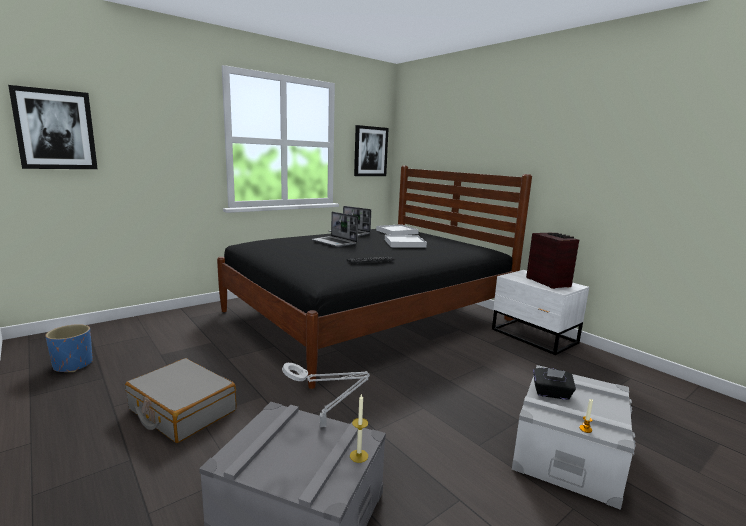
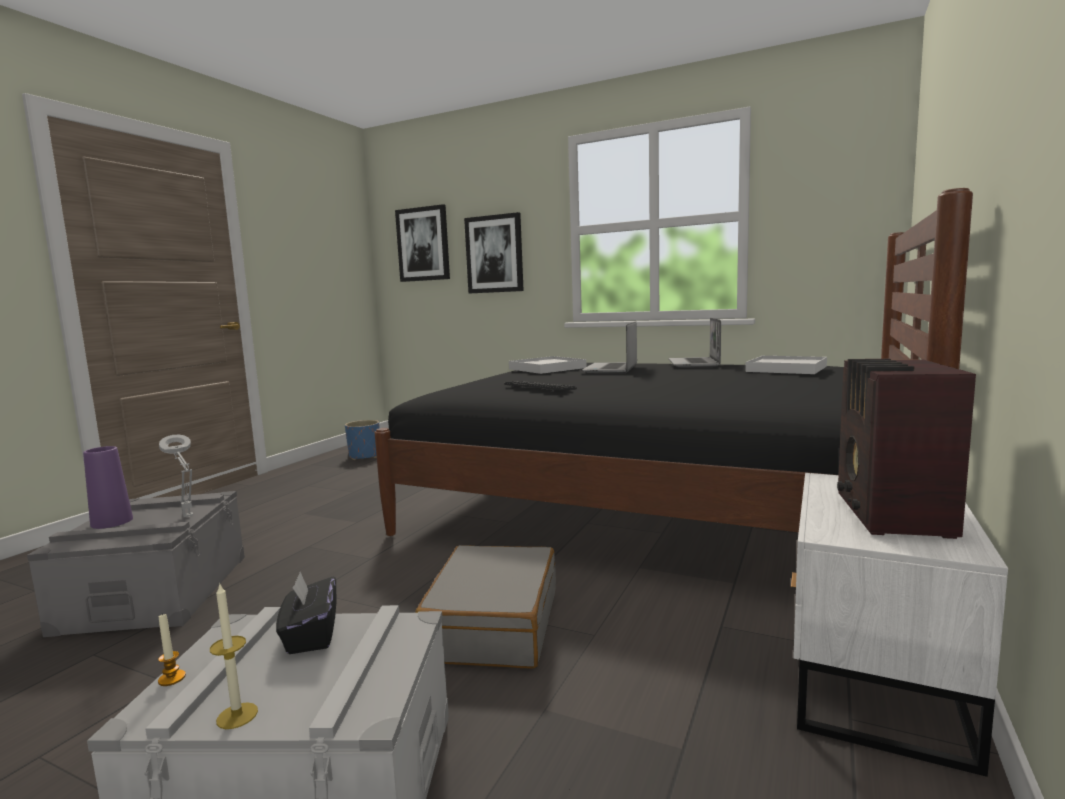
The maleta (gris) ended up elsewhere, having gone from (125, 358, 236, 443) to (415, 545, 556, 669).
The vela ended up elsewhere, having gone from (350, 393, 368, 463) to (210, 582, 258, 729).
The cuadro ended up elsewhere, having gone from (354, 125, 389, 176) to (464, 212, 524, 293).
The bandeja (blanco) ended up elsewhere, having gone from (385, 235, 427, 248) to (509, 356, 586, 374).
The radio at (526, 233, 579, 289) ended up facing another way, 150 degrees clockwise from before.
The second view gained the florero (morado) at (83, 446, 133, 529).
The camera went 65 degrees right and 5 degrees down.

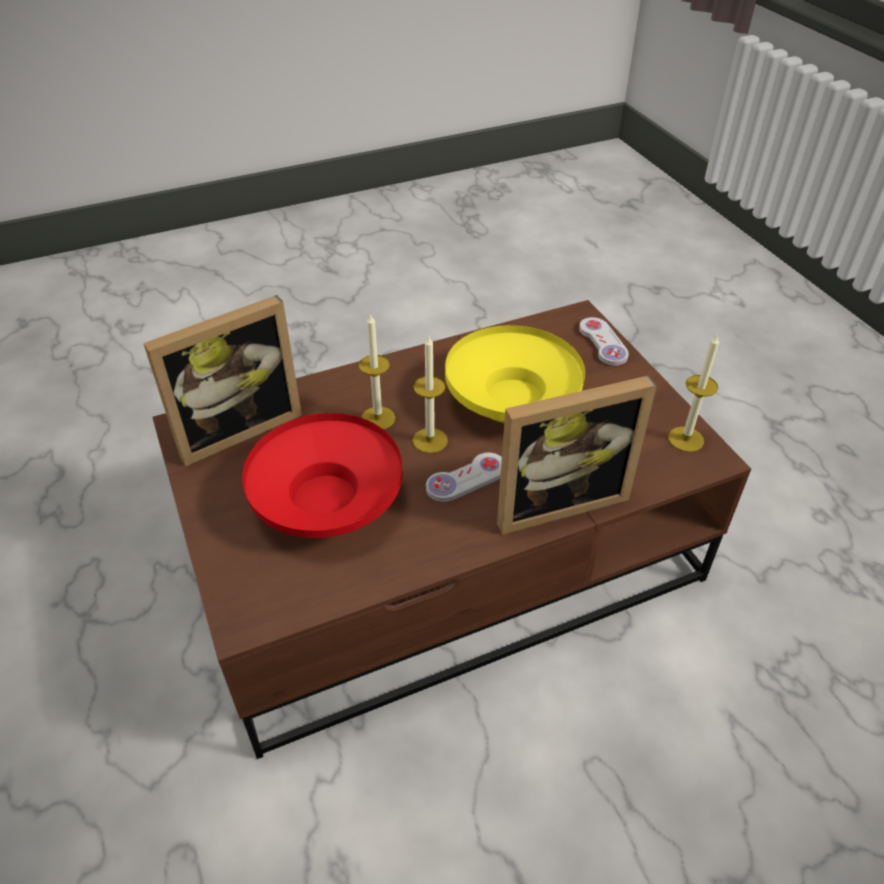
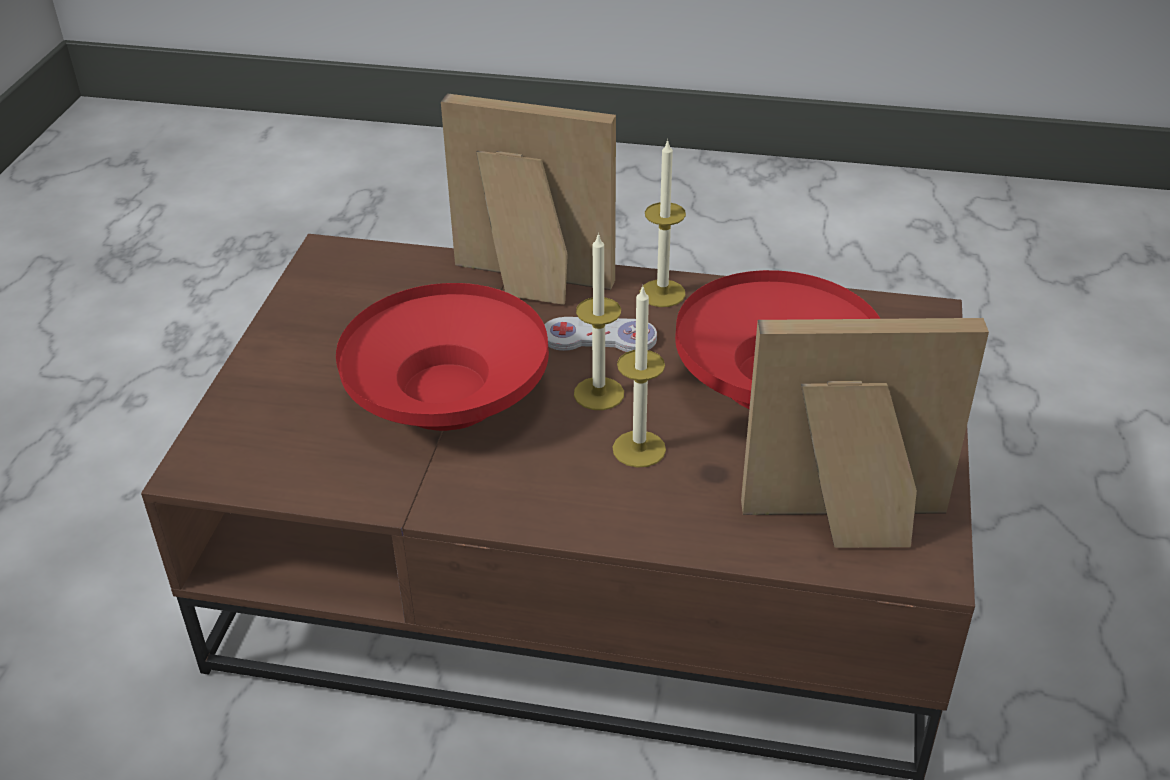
What was the cuenco (amarillo) at (445, 325, 585, 423) turned into the cuenco (rojo) at (336, 283, 549, 431).
The second view lost the mando de consola (blanco) at (579, 317, 629, 366).
The vela ended up elsewhere, having gone from (668, 335, 719, 452) to (640, 140, 686, 307).
The camera went 145 degrees left and 5 degrees down.

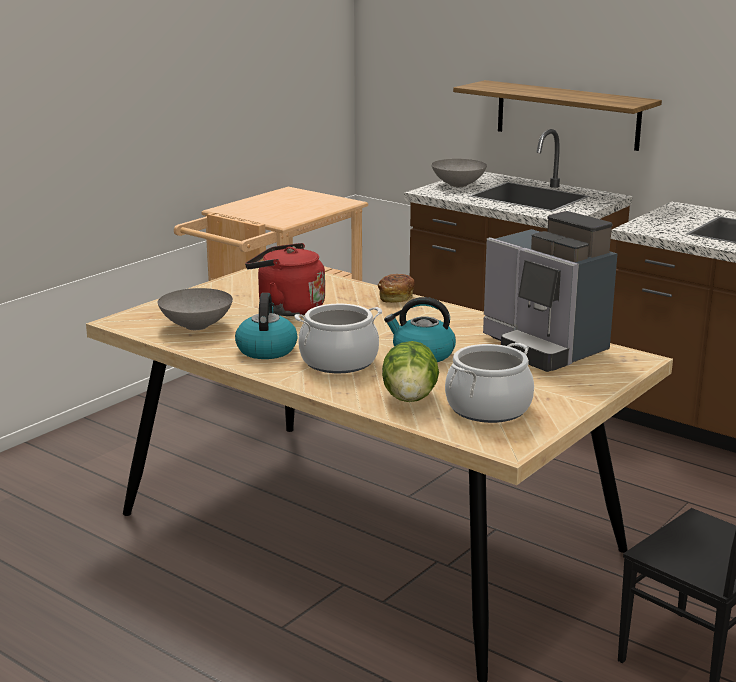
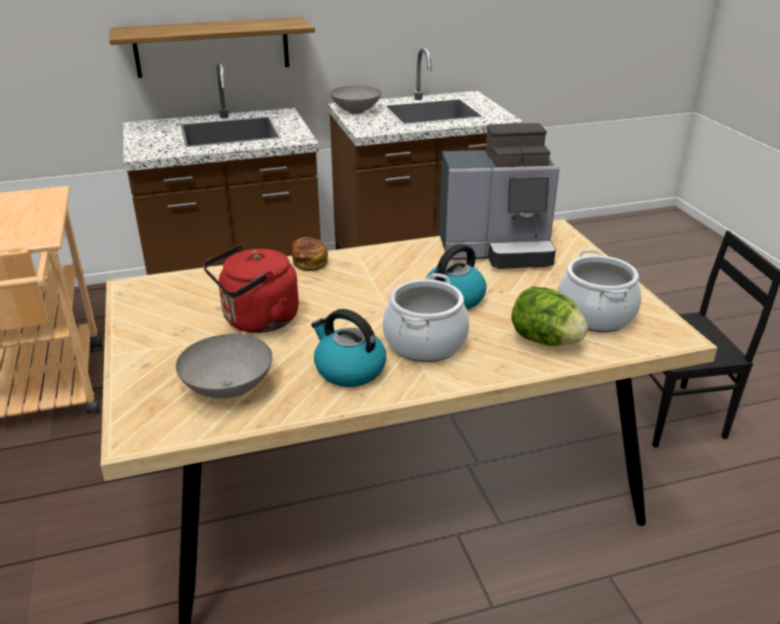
The cuenco (gris) ended up elsewhere, having gone from (431, 159, 487, 187) to (330, 86, 381, 114).
The camera went 55 degrees left and 10 degrees up.

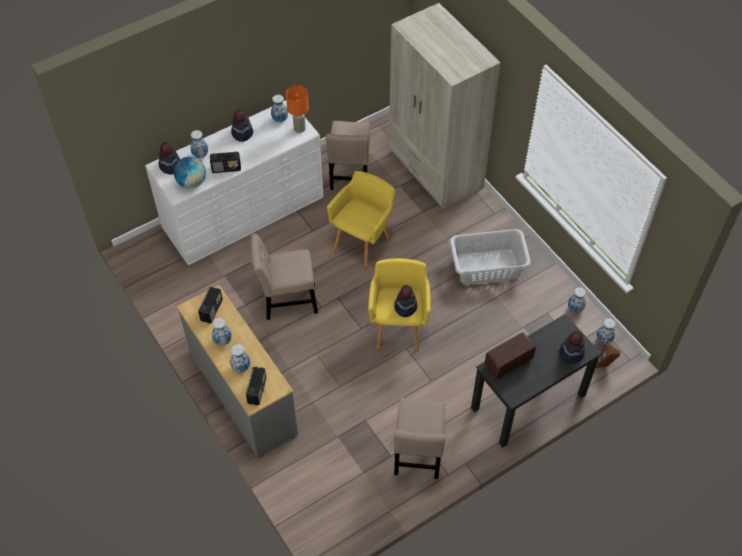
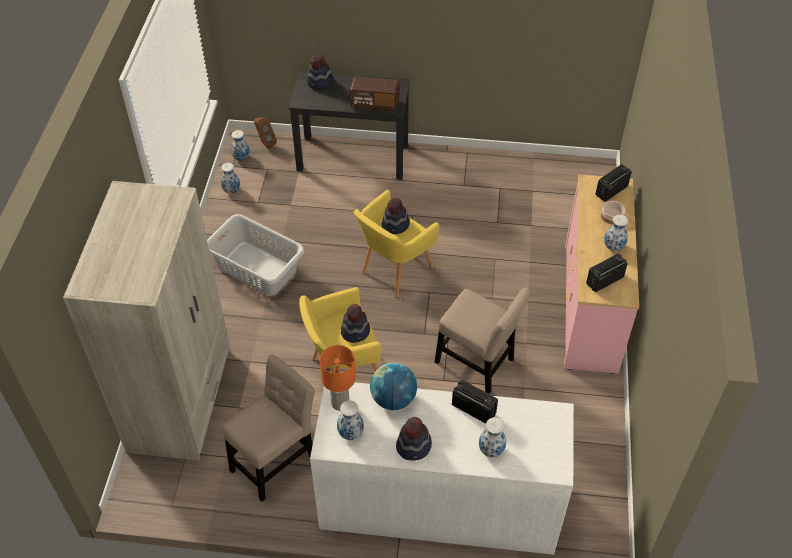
The sombrero ended up elsewhere, having gone from (159, 142, 180, 175) to (341, 304, 370, 343).
The globo terráqueo ended up elsewhere, having gone from (174, 157, 206, 189) to (370, 363, 417, 410).
What was the cómoda (gris) at (177, 285, 298, 458) turned into the cómoda (rosa) at (564, 174, 639, 374).
Where the florero stood at (230, 344, 250, 372), the cuenco came to stand at (601, 201, 625, 224).
The second view lost the silla (beis) at (394, 398, 446, 479).
The camera went 140 degrees left and 5 degrees down.

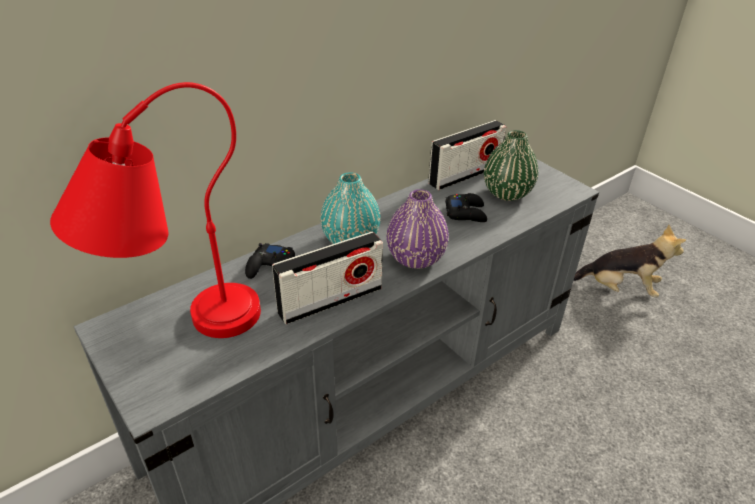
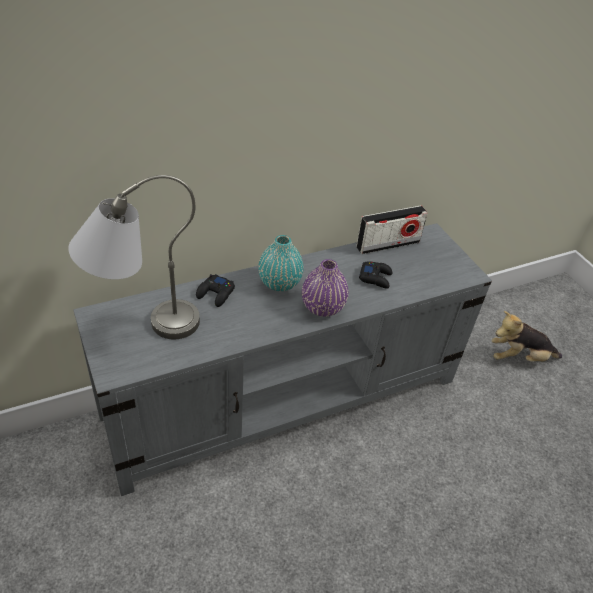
What was the lámpara de mesa (rojo) at (50, 82, 261, 338) turned into the lámpara de mesa (gris) at (68, 175, 200, 339).
The second view lost the radio at (272, 232, 383, 325).
The second view lost the florero (verde) at (484, 130, 538, 201).
The peluche at (574, 225, 686, 298) ended up facing another way, 150 degrees clockwise from before.
The camera went 10 degrees right and 5 degrees up.

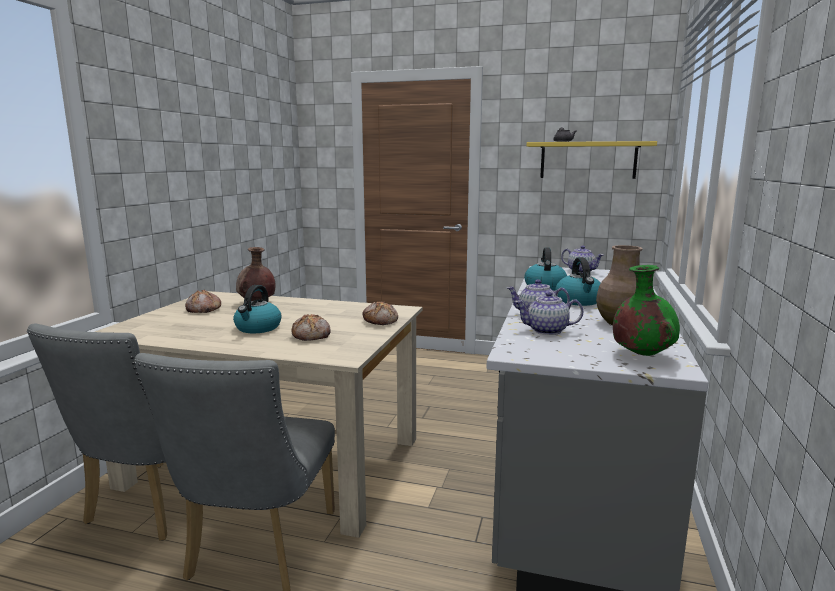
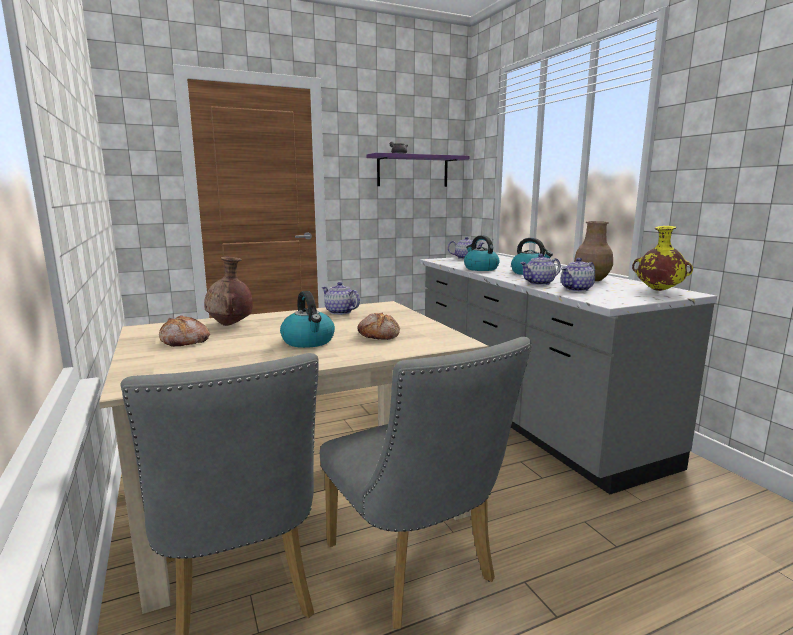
The second view lost the pan at (363, 302, 398, 325).
What was the estante (amarillo) at (527, 141, 657, 179) turned into the estante (morado) at (366, 153, 469, 187).
What was the florero (verde) at (613, 265, 680, 356) turned into the florero (amarillo) at (632, 226, 693, 291).
The second view gained the tetera at (321, 282, 360, 315).
The camera went 40 degrees left and 0 degrees up.

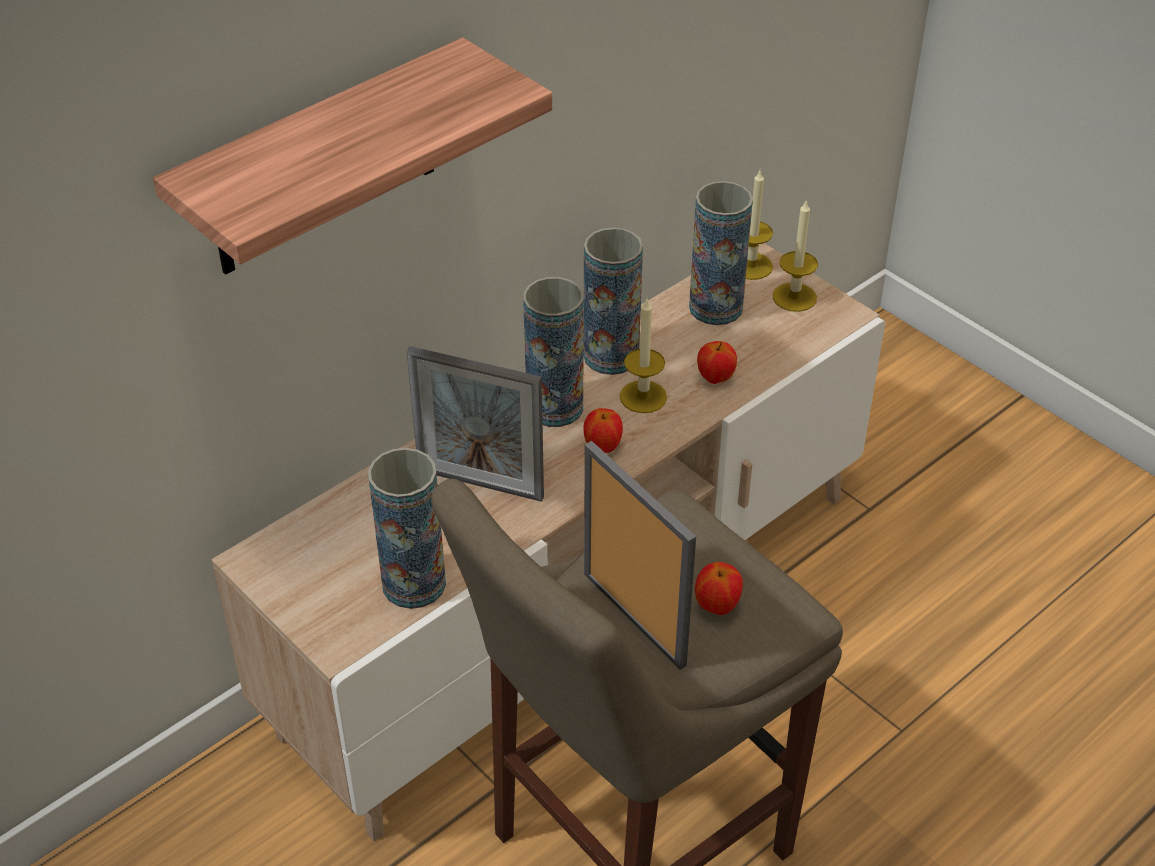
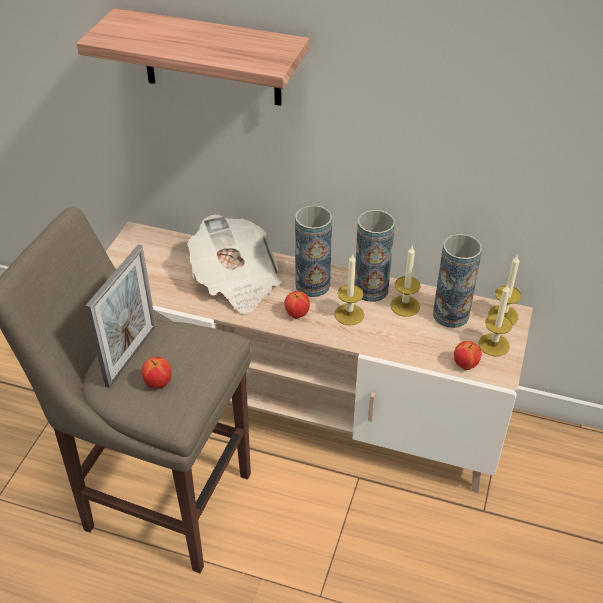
The second view lost the florero at (368, 448, 446, 609).
Where the portarretratos stood at (407, 346, 544, 502), the periódico came to stand at (187, 214, 281, 314).
The manzana ended up elsewhere, having gone from (697, 341, 737, 384) to (454, 341, 482, 370).
The second view gained the vela at (390, 246, 421, 317).
The camera went 60 degrees right and 0 degrees up.

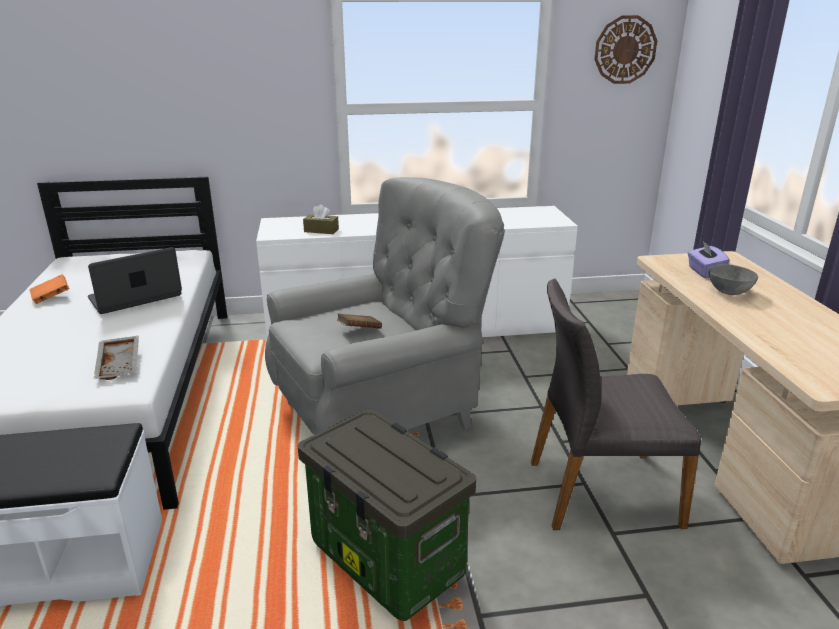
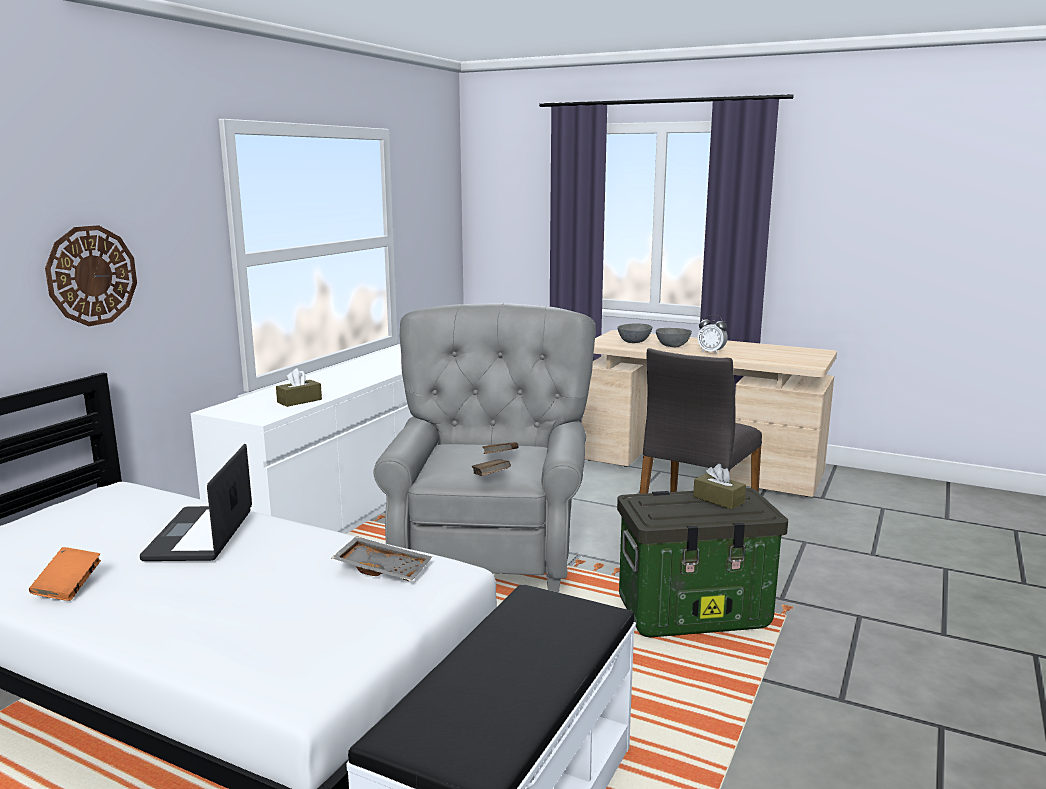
The reloj de pared ended up elsewhere, having gone from (594, 15, 657, 84) to (45, 225, 137, 326).
Where the caja de pañuelos (morado) stood at (688, 241, 730, 278), the cuenco (gris) came to stand at (617, 323, 652, 343).
The second view gained the libro (marrón) at (471, 459, 511, 476).
The second view gained the caja de pañuelos (marrón) at (693, 464, 746, 510).
The second view gained the despertador at (698, 315, 728, 354).
The camera went 55 degrees left and 10 degrees down.

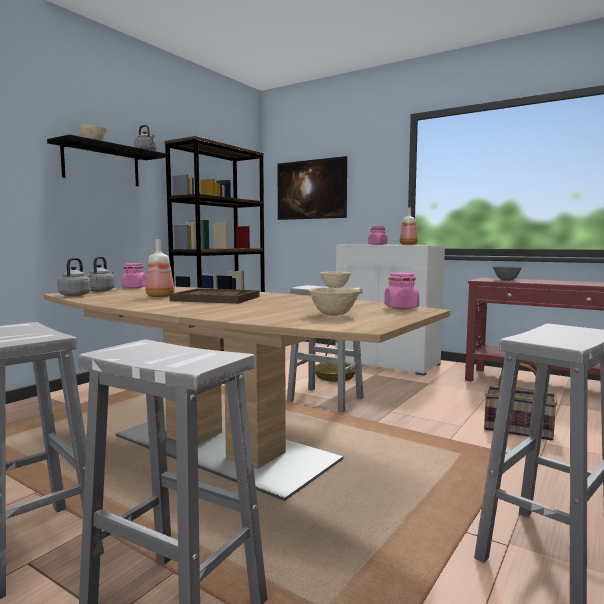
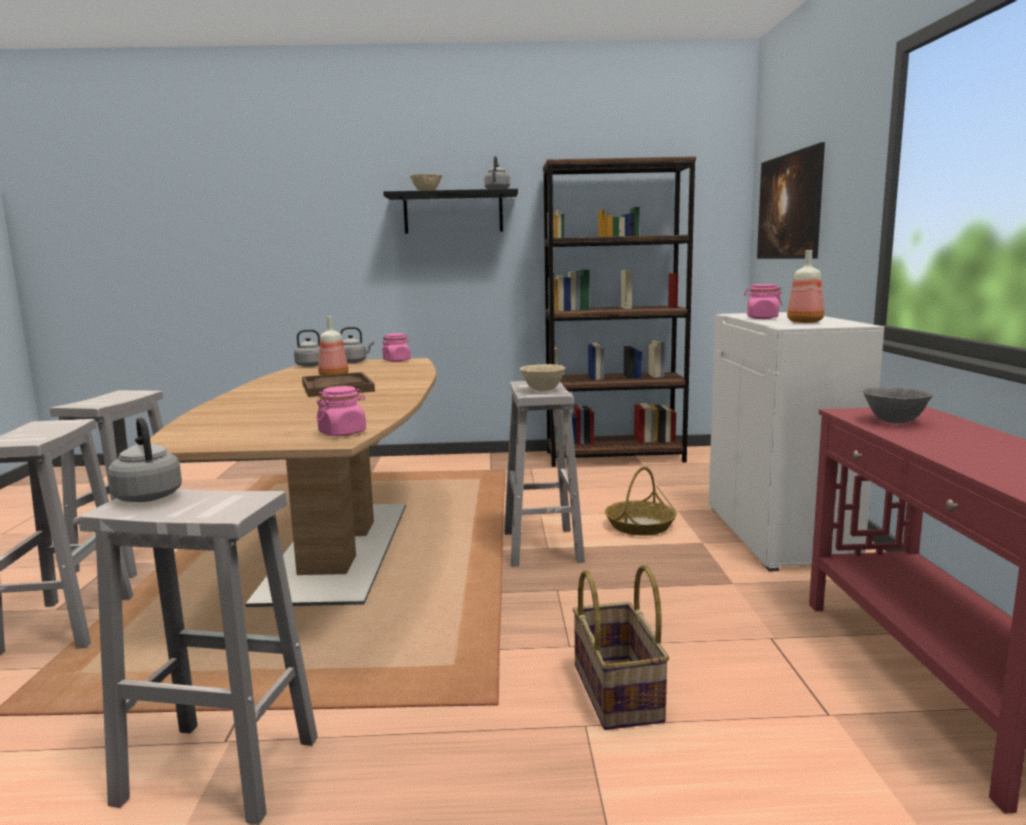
The second view lost the cuenco (beis) at (309, 287, 361, 316).
The second view gained the hervidor (gris) at (107, 417, 182, 502).
The camera went 55 degrees right and 5 degrees up.

